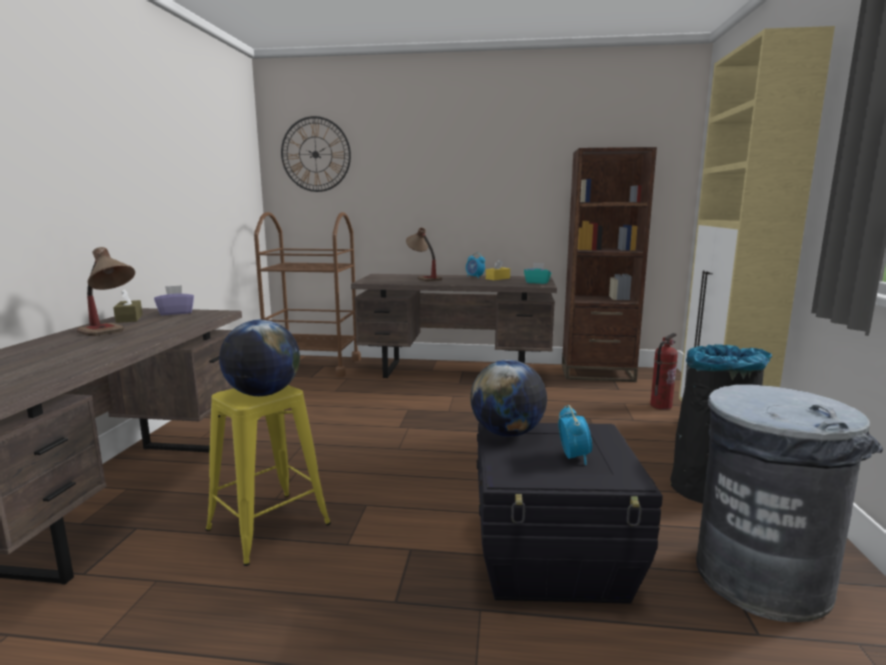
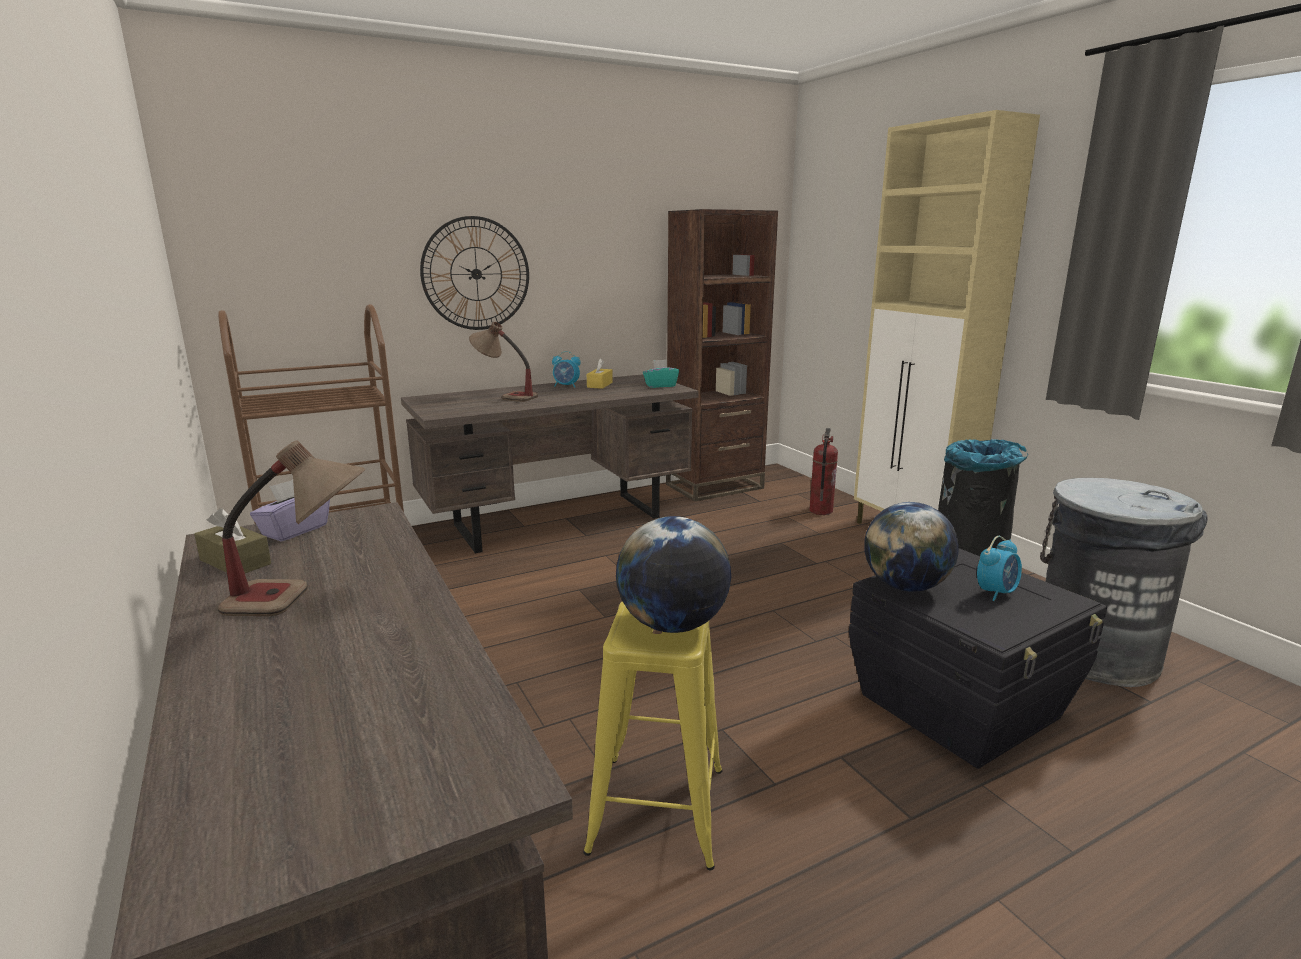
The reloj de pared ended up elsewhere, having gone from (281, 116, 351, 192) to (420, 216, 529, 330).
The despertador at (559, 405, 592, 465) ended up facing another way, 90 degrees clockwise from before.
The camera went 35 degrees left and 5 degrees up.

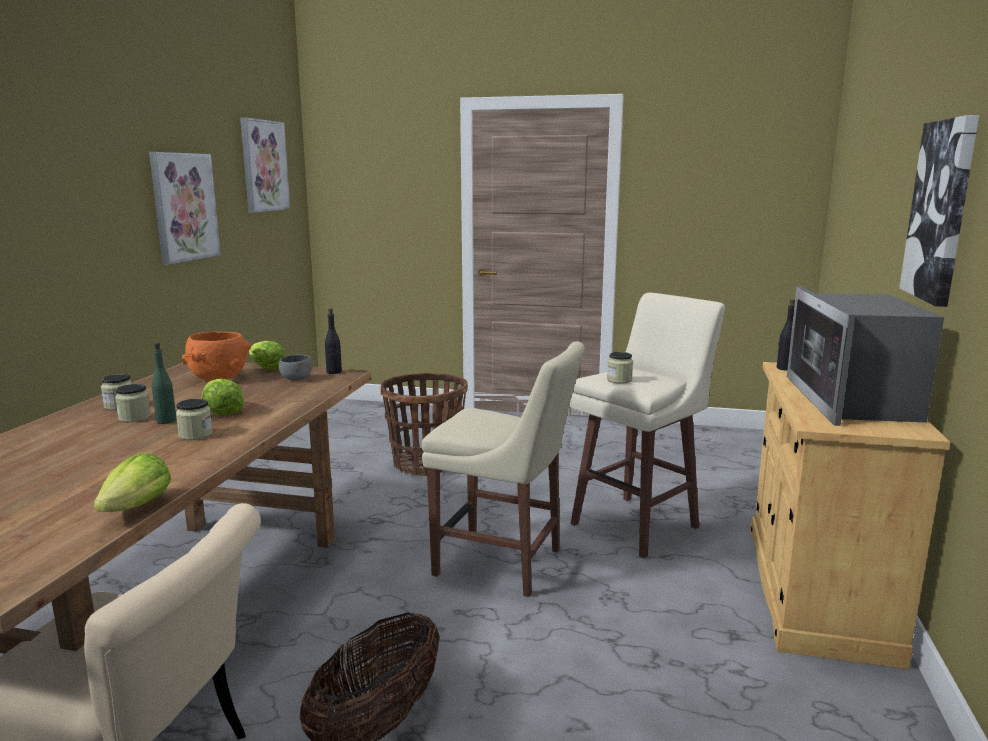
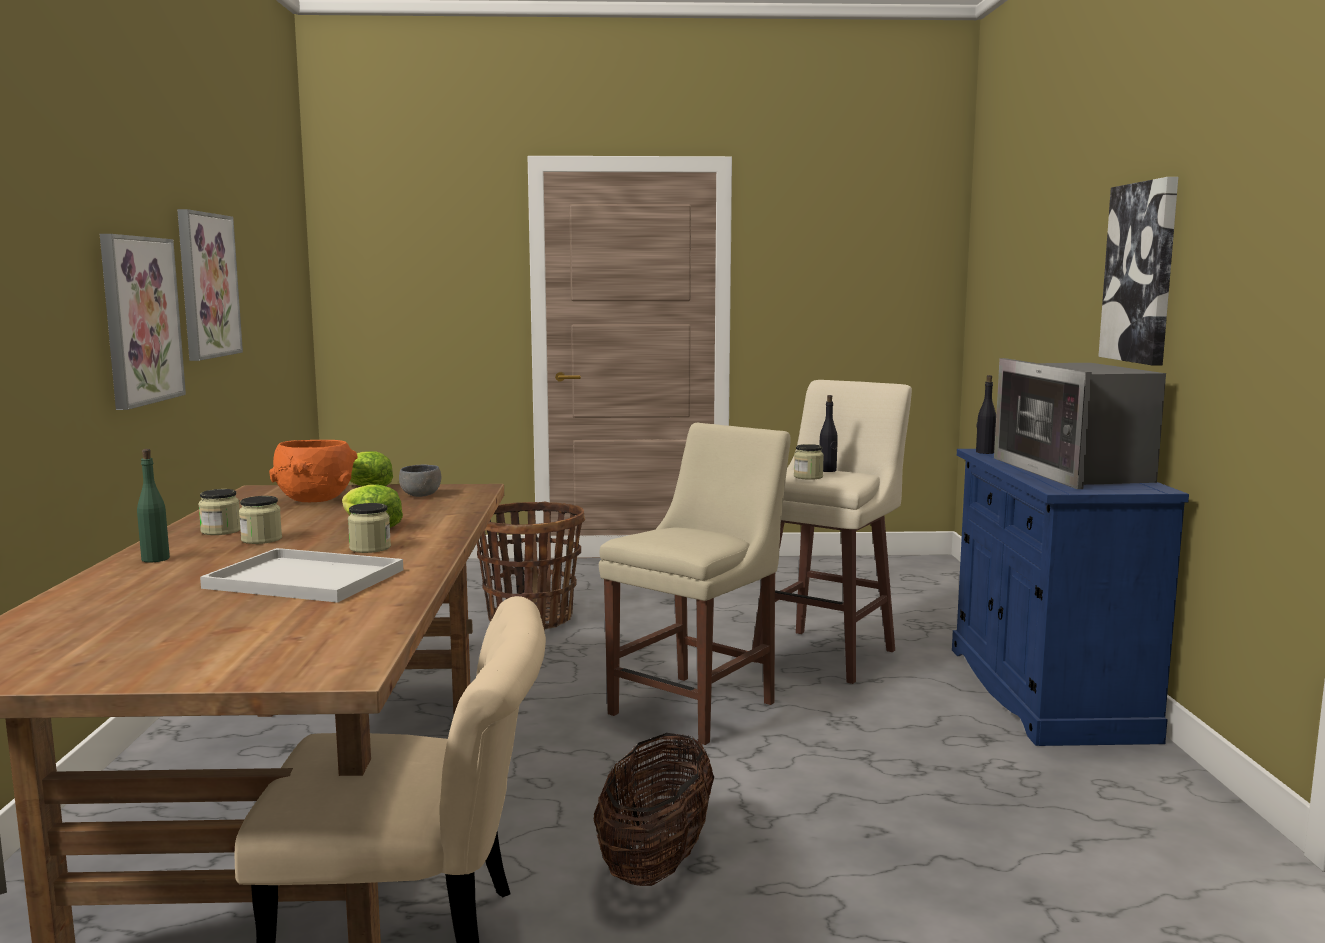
The second view lost the lechuga at (94, 453, 171, 512).
The botella (verde) ended up elsewhere, having gone from (152, 342, 176, 424) to (137, 449, 170, 563).
The cuadro ended up elsewhere, having gone from (240, 117, 290, 213) to (100, 234, 186, 410).
The botella (negro) ended up elsewhere, having gone from (325, 308, 342, 374) to (820, 395, 838, 472).
The silla (beis) at (422, 341, 585, 597) ended up facing another way, 60 degrees counterclockwise from before.
What was the armario (beis) at (750, 362, 950, 670) turned into the armario (azul) at (952, 449, 1189, 746).
The second view gained the bandeja (blanco) at (200, 548, 403, 603).
The camera went 15 degrees left and 5 degrees down.

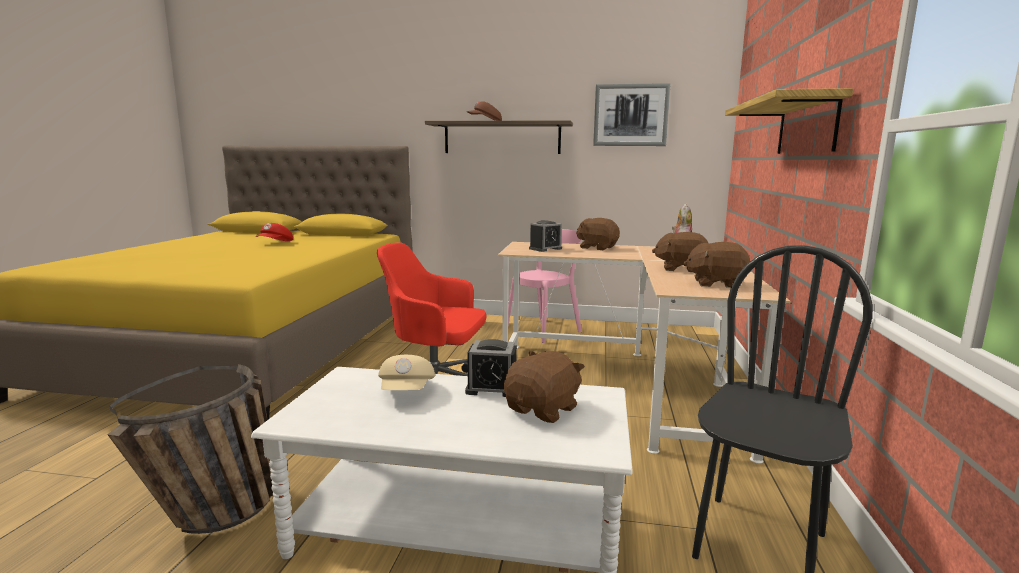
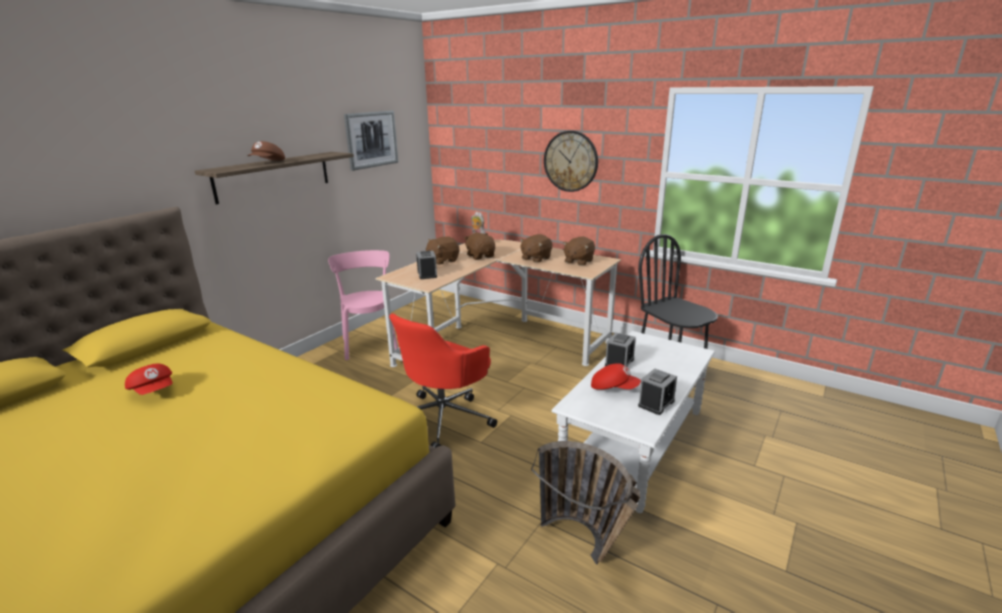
What was the gorra (beis) at (378, 355, 435, 390) turned into the gorra (rojo) at (591, 363, 641, 390).
The peluche (marrón) ended up elsewhere, having gone from (504, 351, 585, 423) to (464, 233, 495, 260).
Where the estante hung at (725, 88, 853, 154), the reloj de pared came to hang at (544, 131, 598, 192).
The second view gained the despertador at (638, 368, 677, 415).
The camera went 65 degrees left and 10 degrees up.

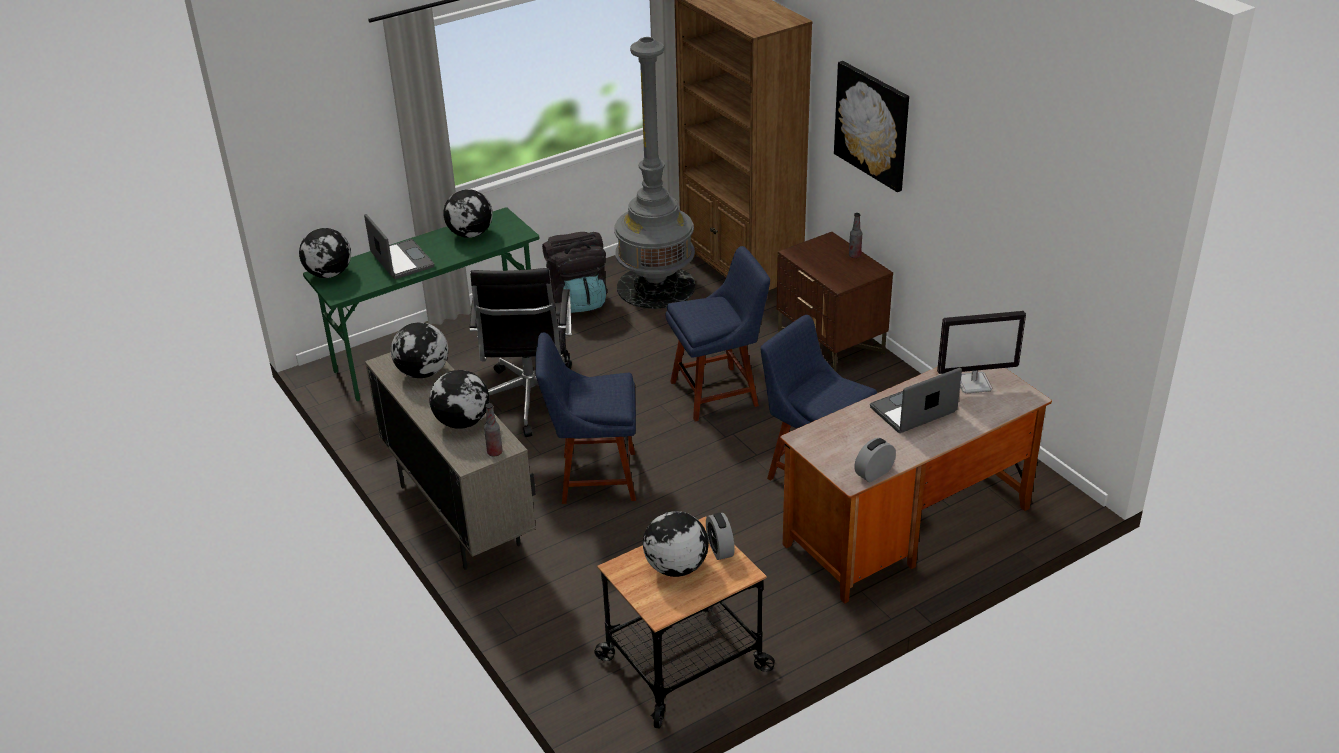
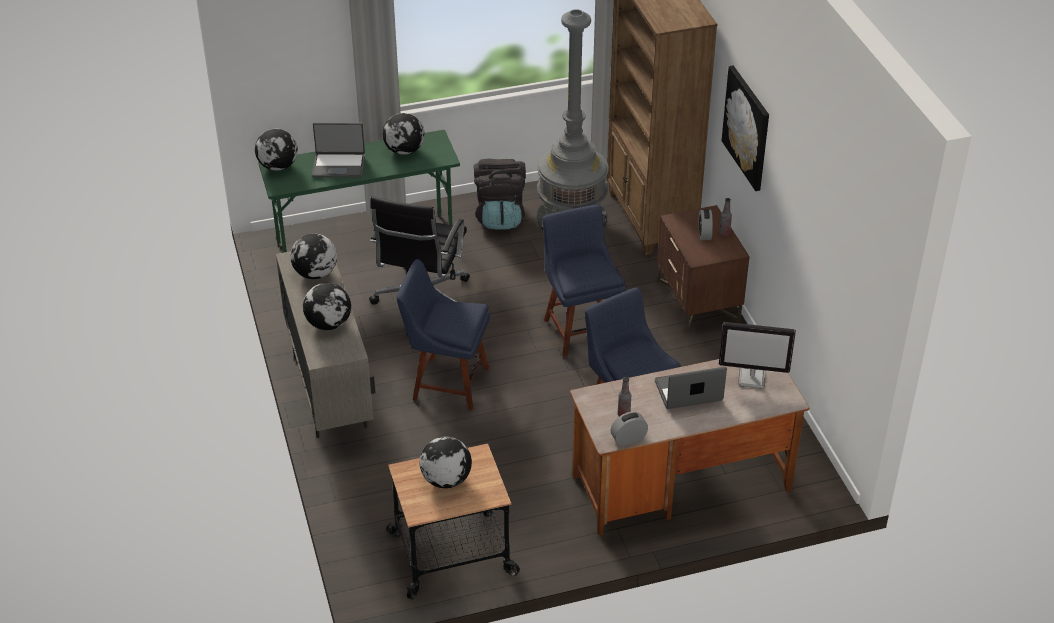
The portátil at (364, 214, 435, 279) ended up facing another way, 105 degrees clockwise from before.
The botella ended up elsewhere, having gone from (484, 403, 503, 456) to (618, 377, 631, 416).
The silla (azul) at (665, 246, 770, 421) ended up facing another way, 105 degrees counterclockwise from before.
The despertador ended up elsewhere, having gone from (706, 513, 735, 560) to (698, 209, 713, 240).
The camera went 15 degrees right and 5 degrees up.

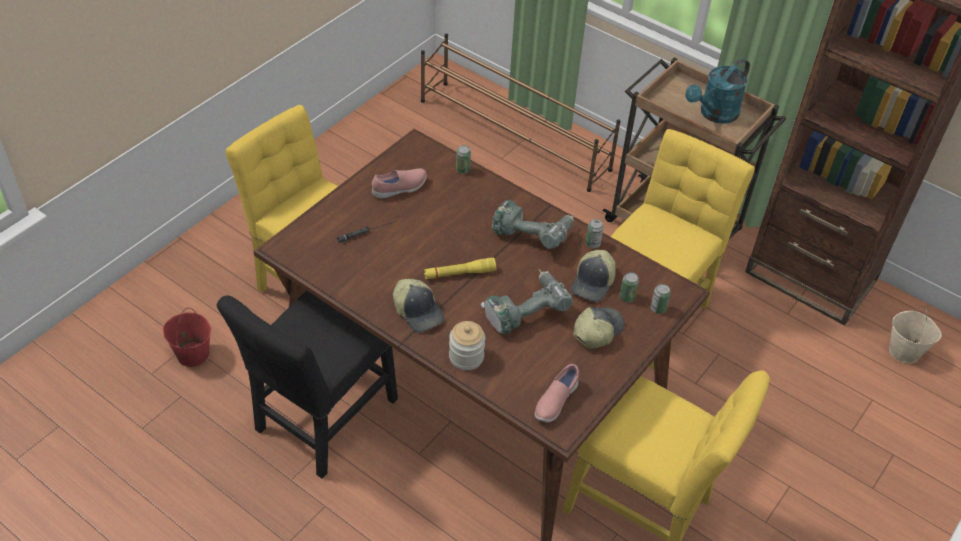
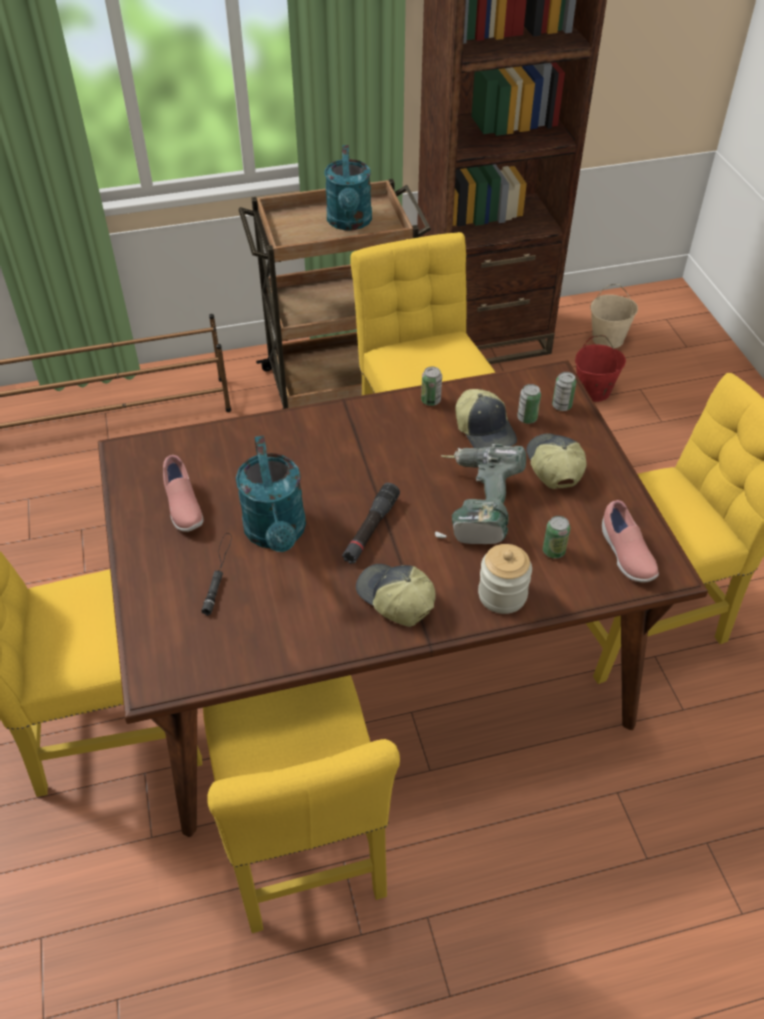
The cubo (rojo) ended up elsewhere, having gone from (163, 308, 211, 367) to (575, 336, 626, 402).
What was the silla (negro) at (217, 291, 398, 479) turned into the silla (amarillo) at (203, 675, 400, 933).
The zapato (rosa) at (372, 168, 427, 198) ended up facing another way, 150 degrees clockwise from before.
The gorra at (393, 279, 444, 332) ended up facing another way, 135 degrees counterclockwise from before.
What was the linterna (amarillo) at (424, 257, 496, 279) turned into the linterna (negro) at (342, 483, 400, 564).
The lata ended up elsewhere, having gone from (456, 145, 471, 174) to (543, 516, 570, 559).
The second view lost the taladro at (492, 200, 574, 249).
The second view gained the regadera (turquesa) at (236, 435, 306, 552).
The camera went 50 degrees left and 0 degrees up.

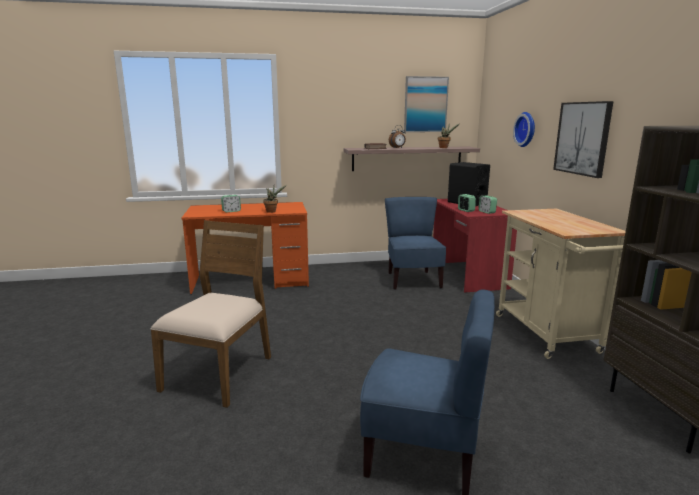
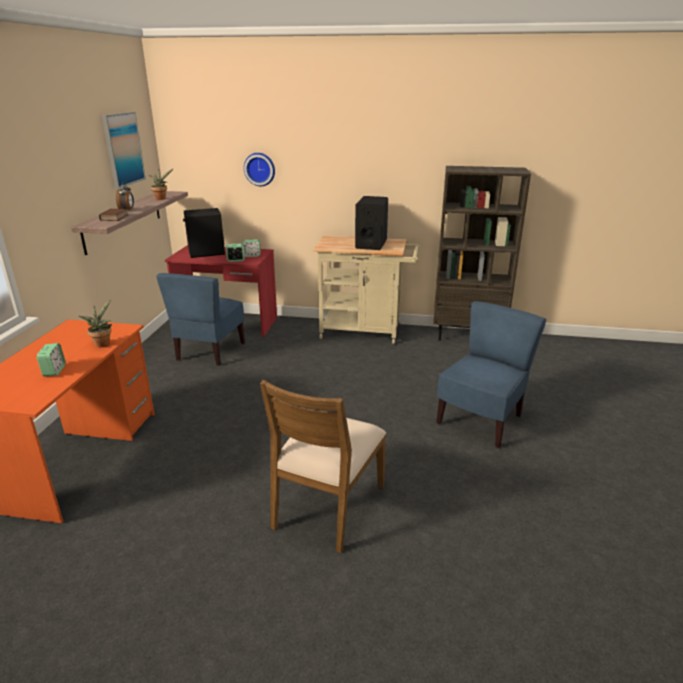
The silla (marrón) at (150, 220, 271, 408) ended up facing another way, 105 degrees counterclockwise from before.
The silla (azul) at (385, 197, 446, 290) ended up facing another way, 90 degrees counterclockwise from before.
The second view lost the cuadro at (553, 101, 613, 178).
The second view gained the altavoz (negro) at (355, 196, 388, 250).
The camera went 70 degrees left and 10 degrees up.

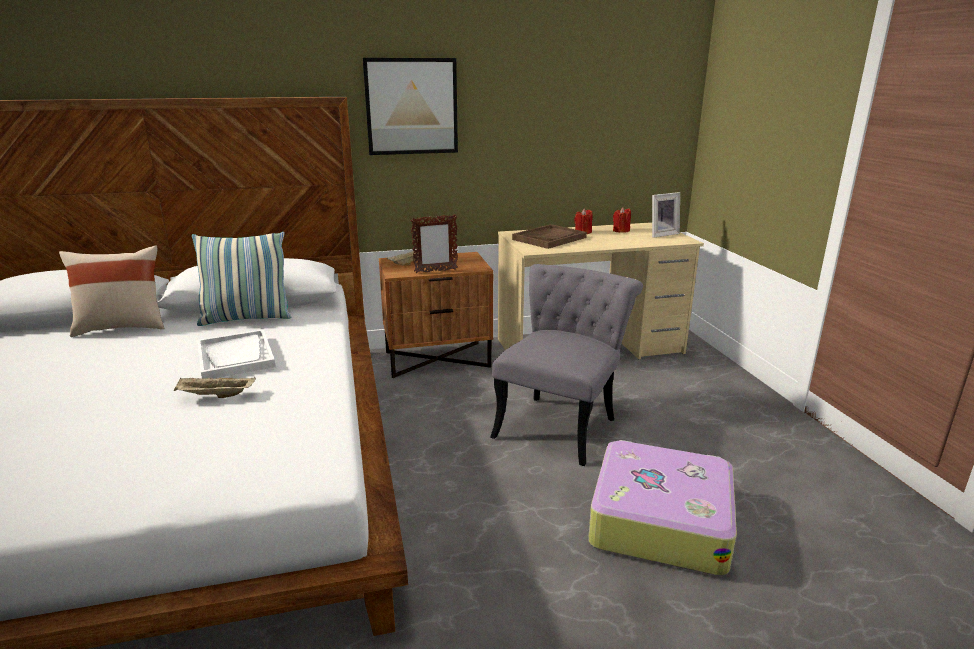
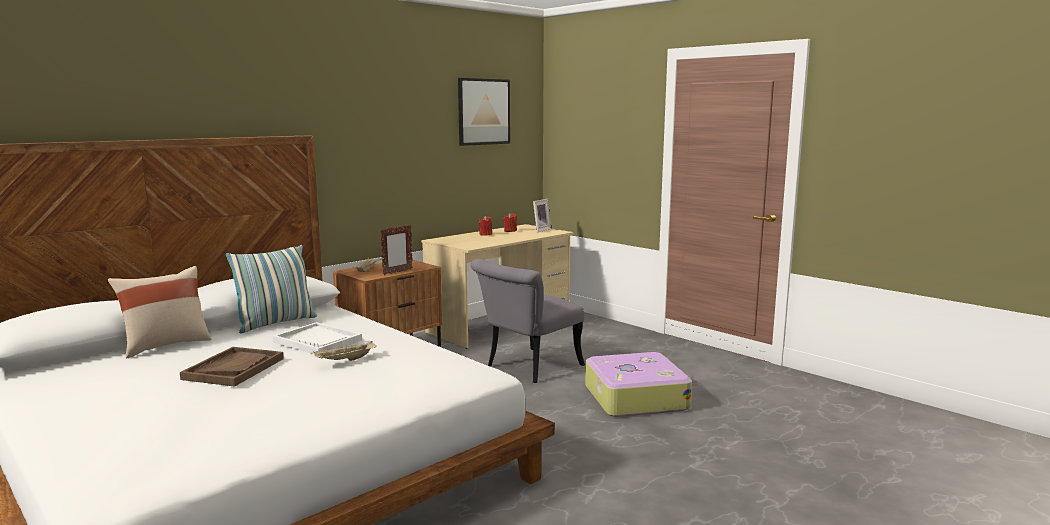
The cuadro ended up elsewhere, having gone from (363, 58, 458, 155) to (458, 78, 510, 146).
The silla (gris) at (490, 264, 643, 466) ended up facing another way, 135 degrees counterclockwise from before.
The bandeja (marrón) ended up elsewhere, having gone from (512, 224, 587, 249) to (180, 347, 284, 387).
The camera went 30 degrees left and 10 degrees down.

